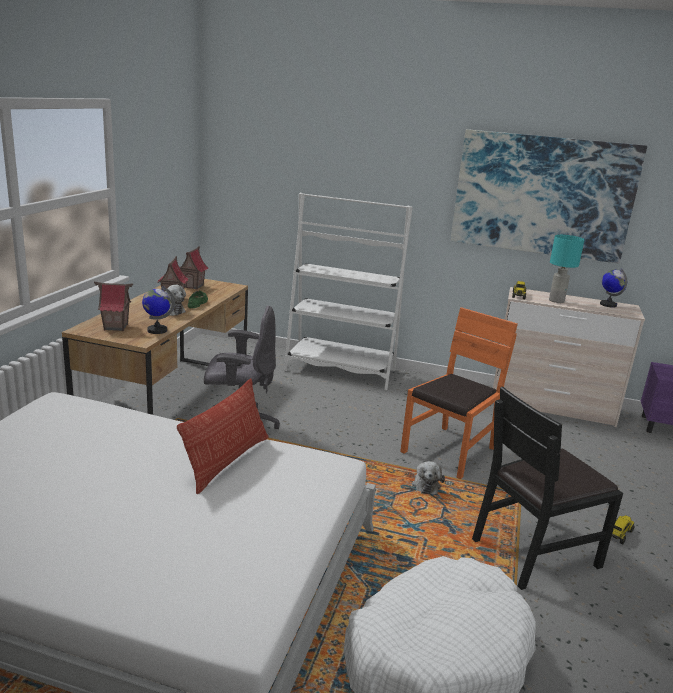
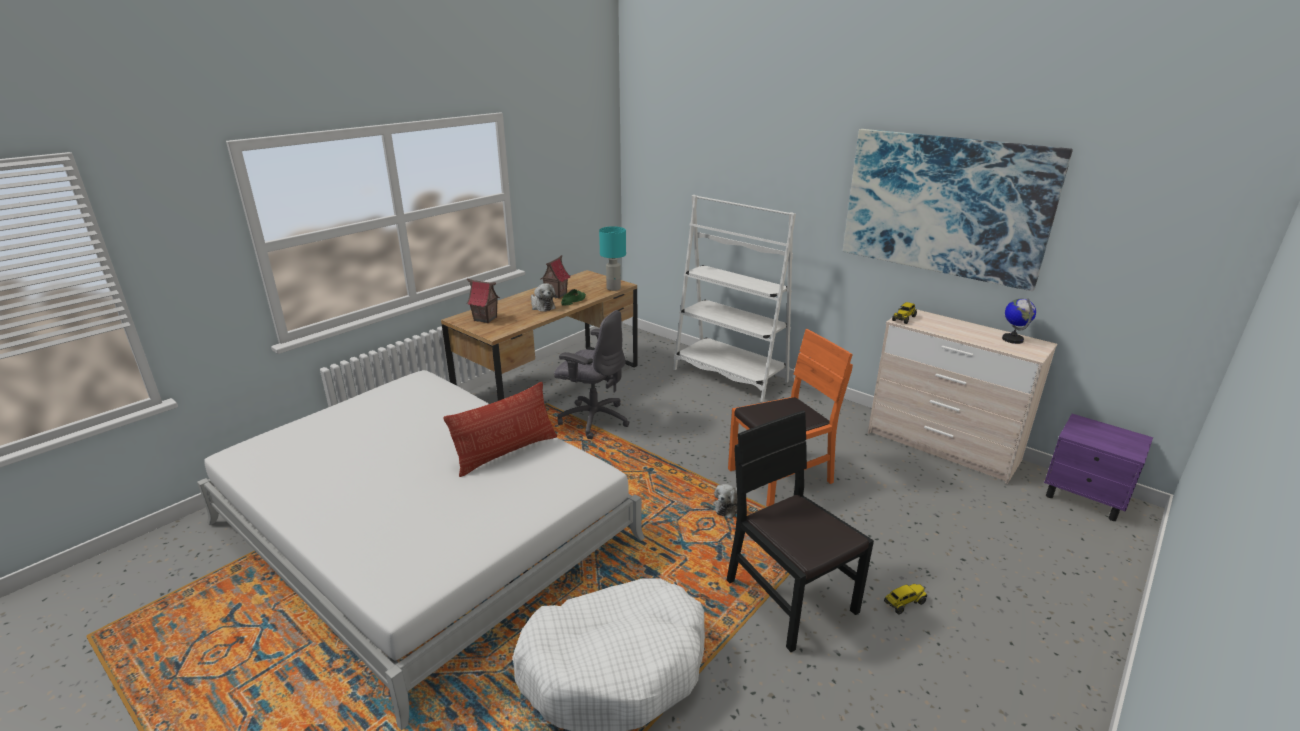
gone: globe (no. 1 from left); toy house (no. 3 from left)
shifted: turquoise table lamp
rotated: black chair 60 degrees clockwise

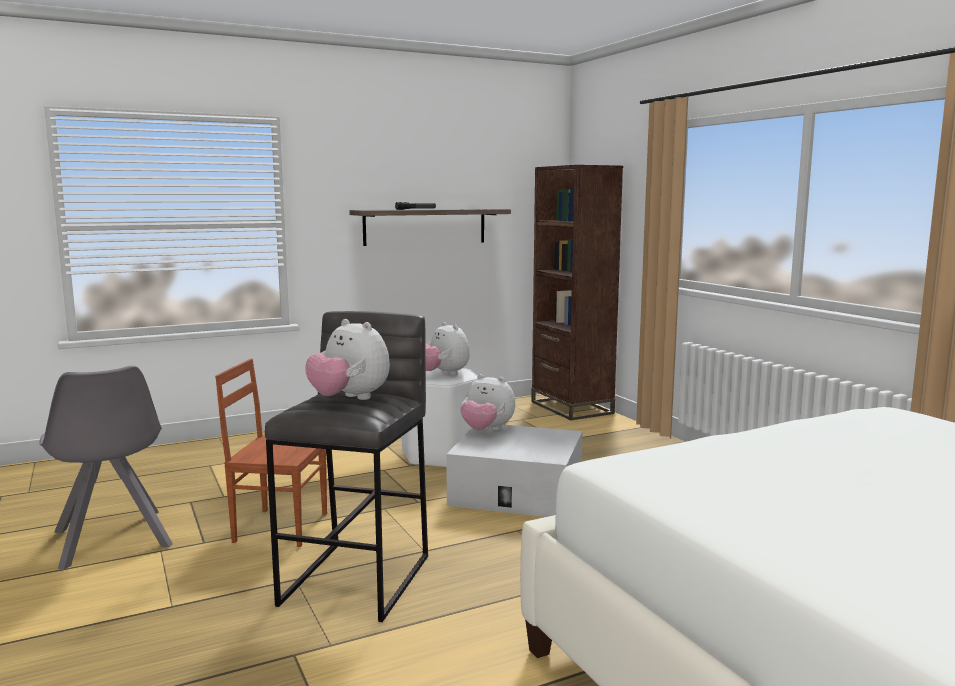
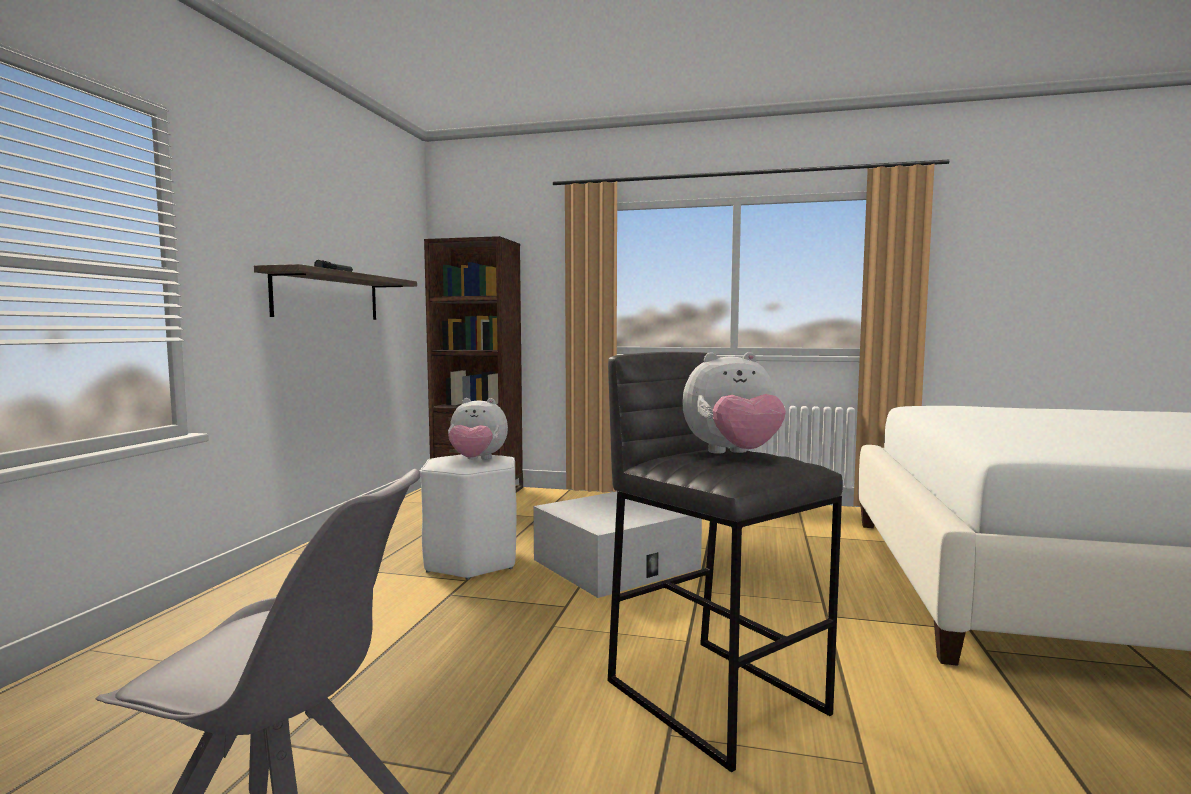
gone: brown chair; plush toy (no. 3 from left)

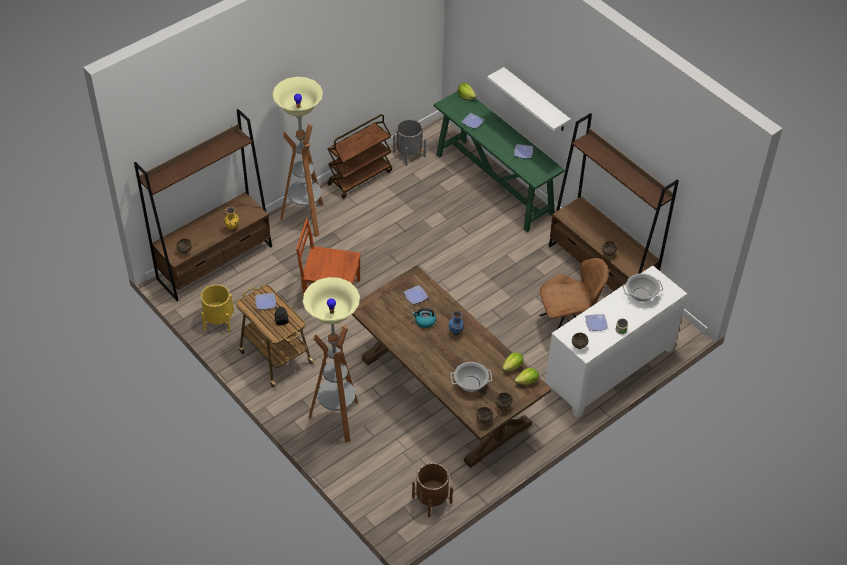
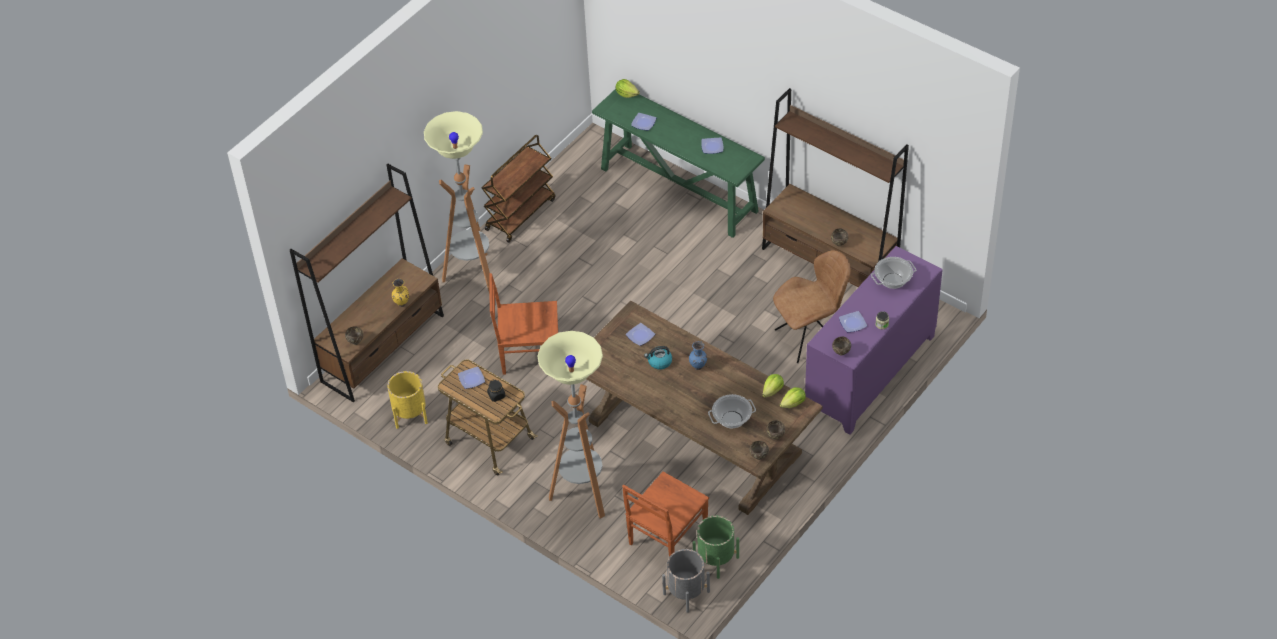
gone: white shelf
new: brown chair (no. 2 from left)
shifted: grey planter
repainted: brown planter to green planter; white cabinet to purple cabinet

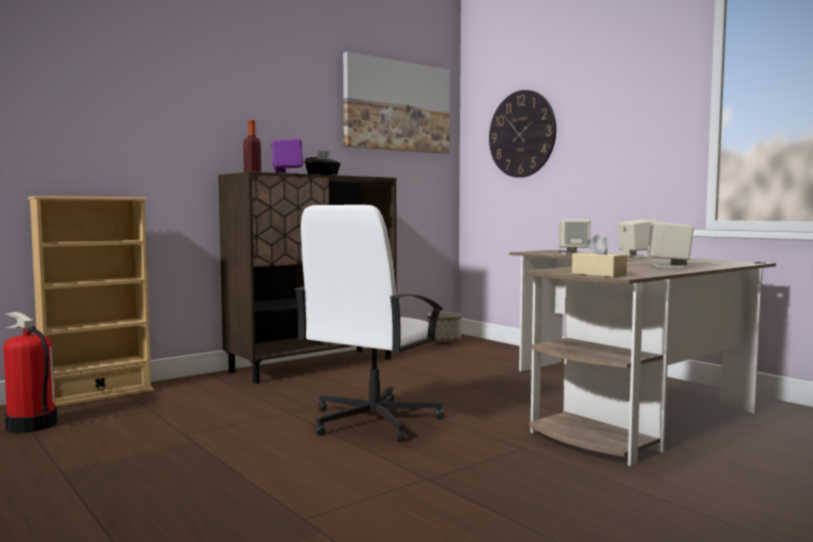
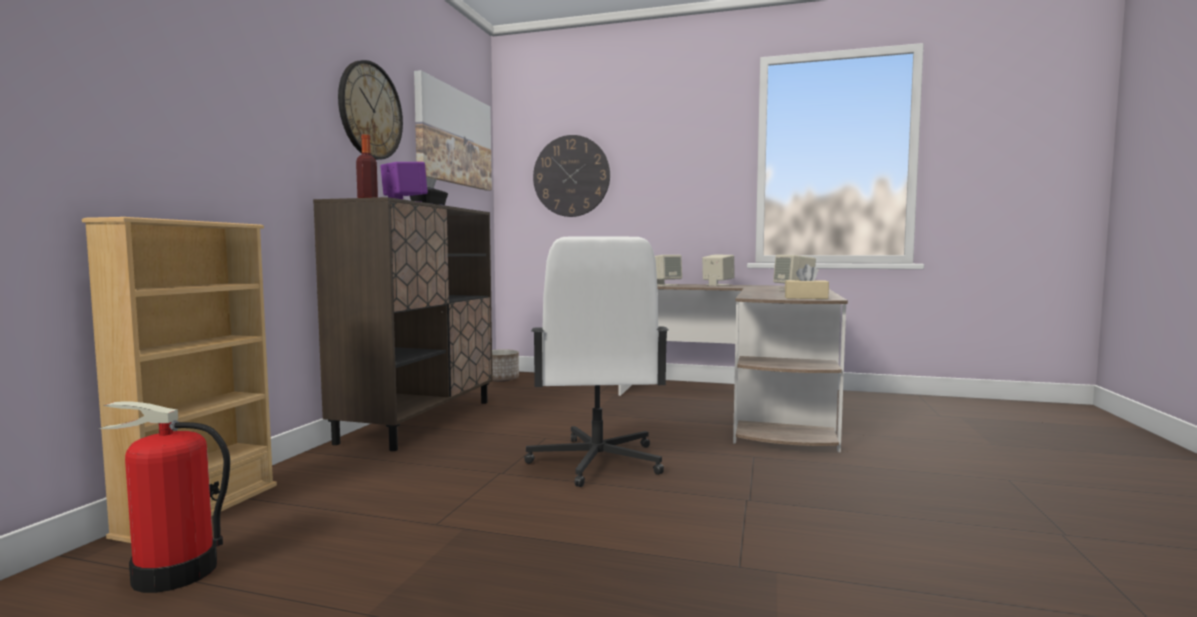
new: wall clock (no. 1 from left)

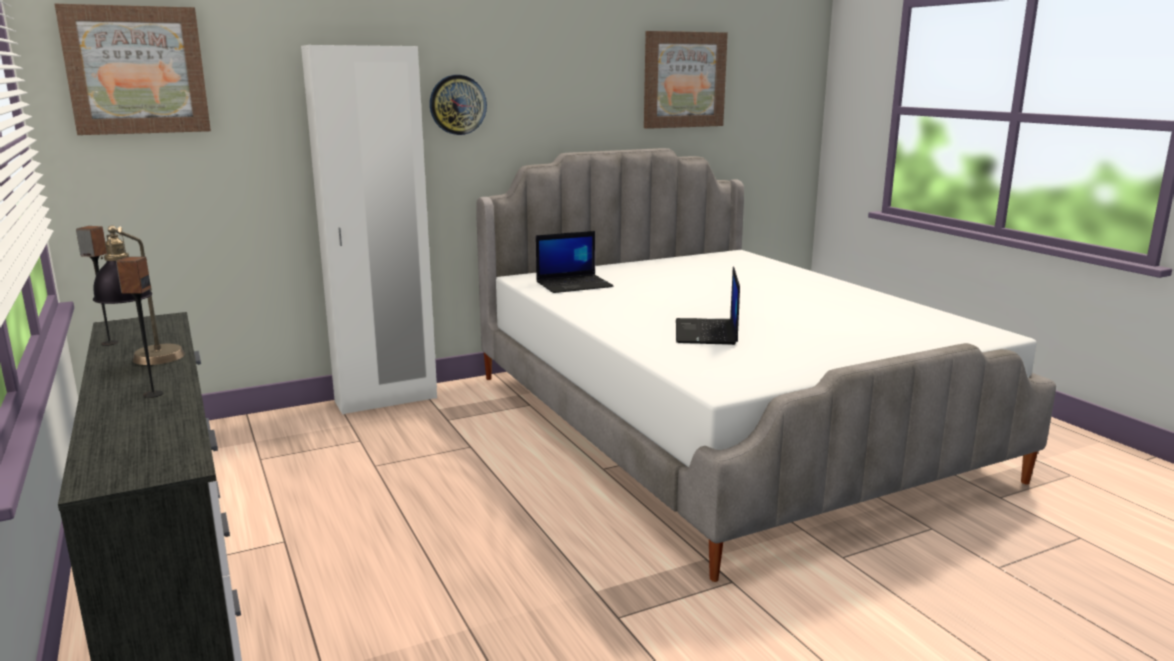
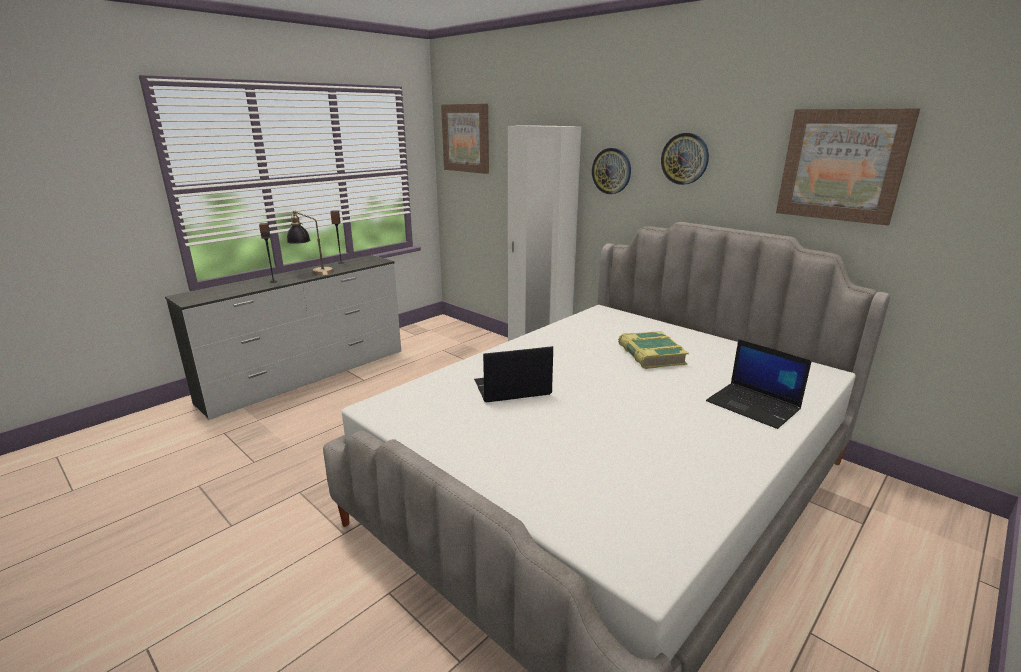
new: book; wall clock (no. 2 from left)
shifted: laptop (no. 1 from left in the first image) to laptop (no. 2 from left)

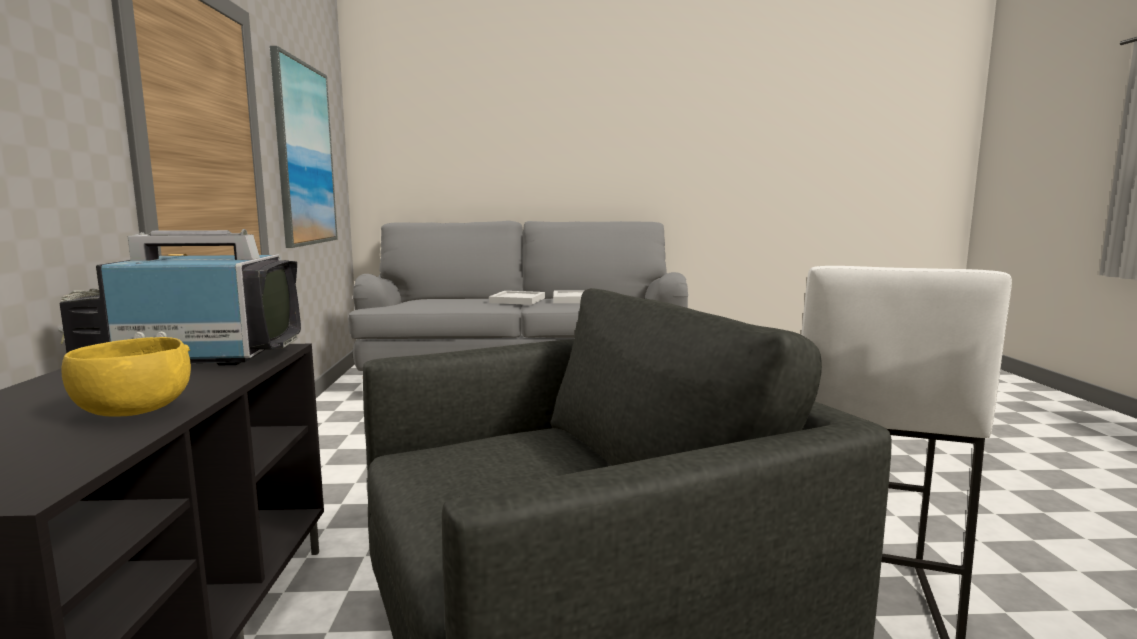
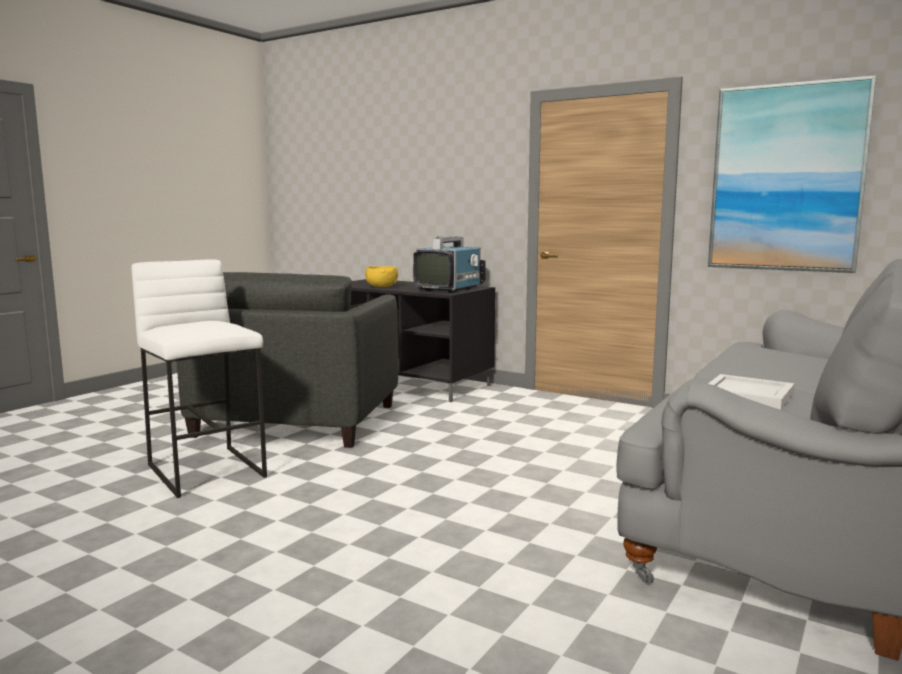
gone: white tray (no. 1 from left)

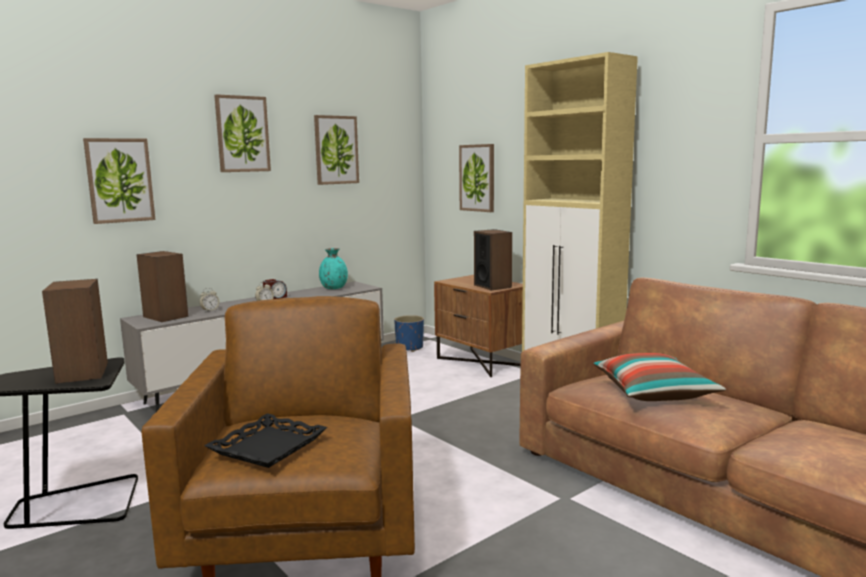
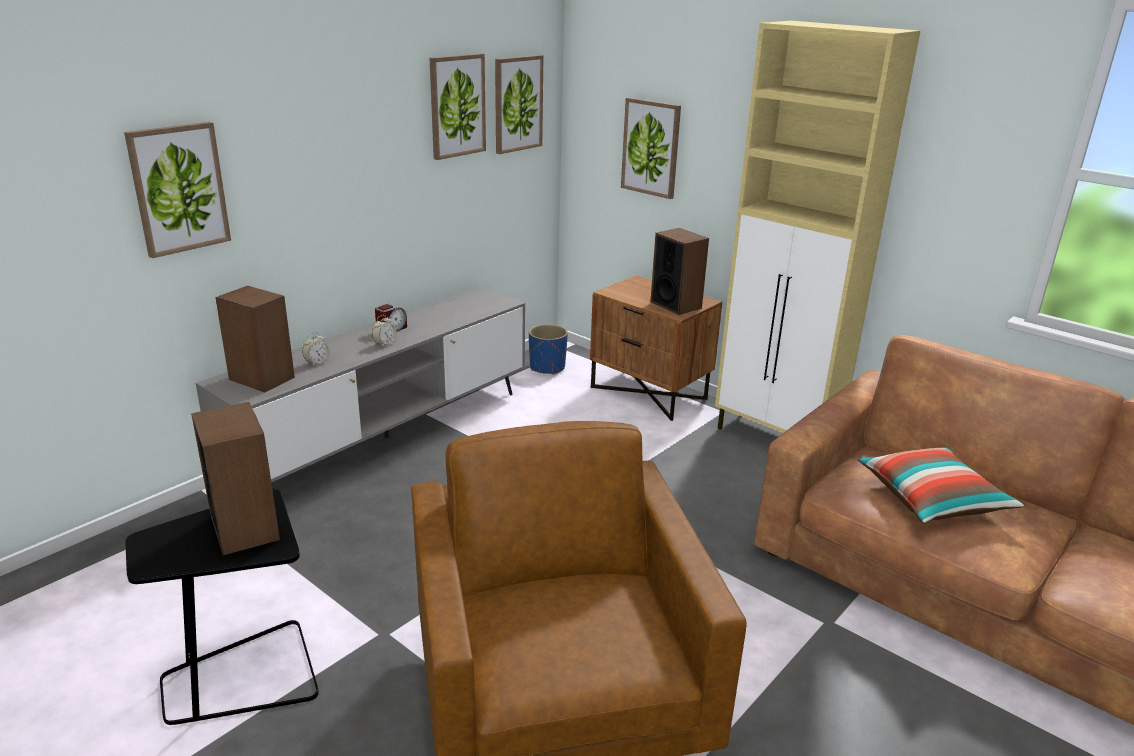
gone: black tray; turquoise vase
shifted: picture (no. 2 from left in the first image) to picture (no. 3 from left)

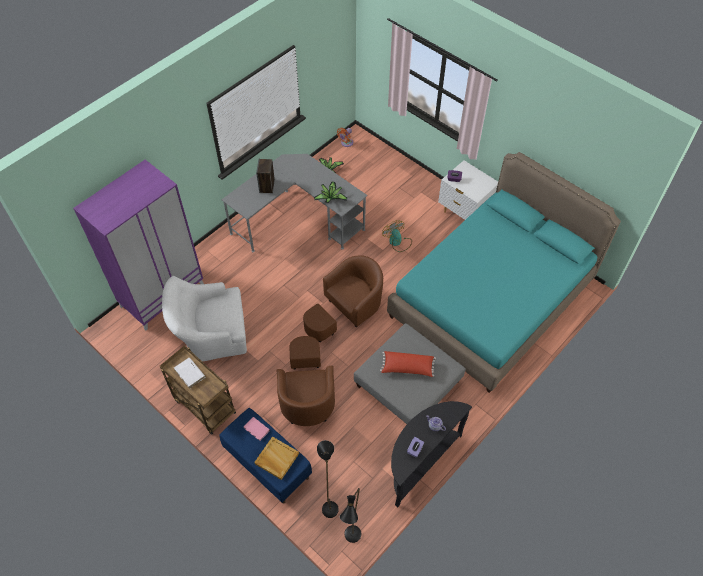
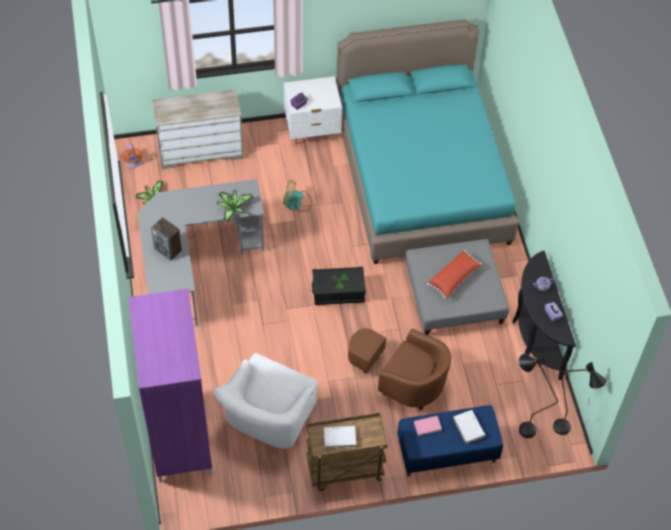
new: beige dresser
swapped: beige tray to white book (no. 2 from left); brown armchair (no. 2 from left) to black storage box

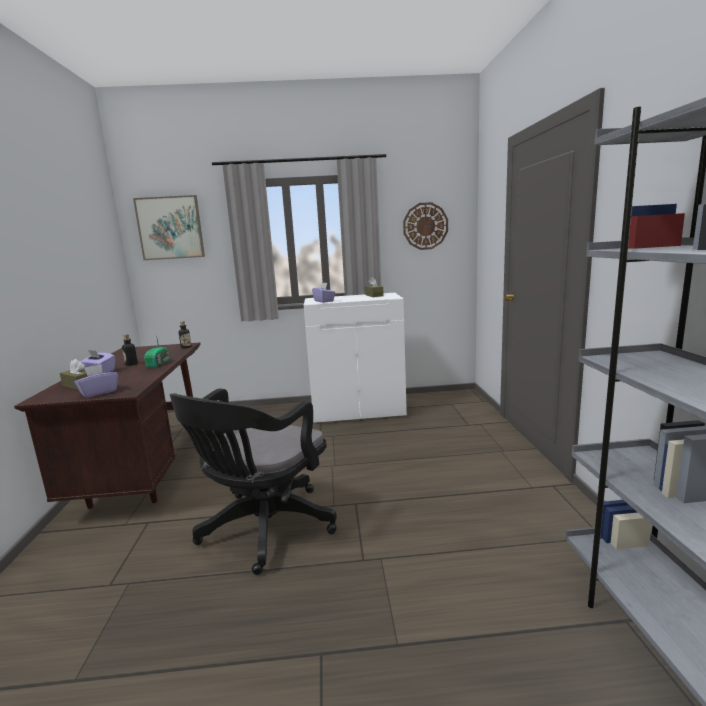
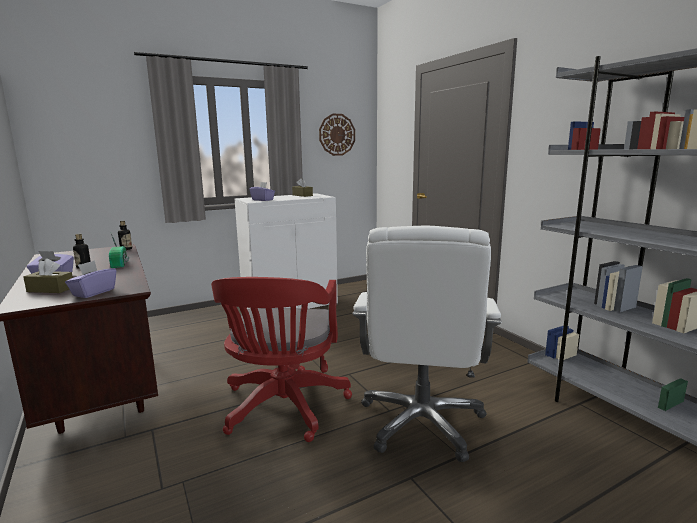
gone: picture
new: white office chair
repainted: black office chair to red office chair

